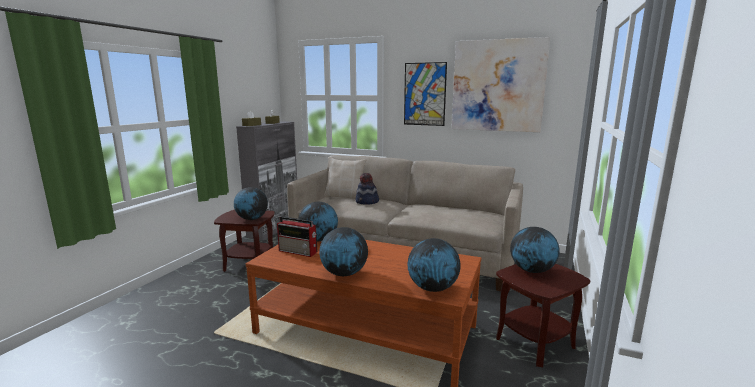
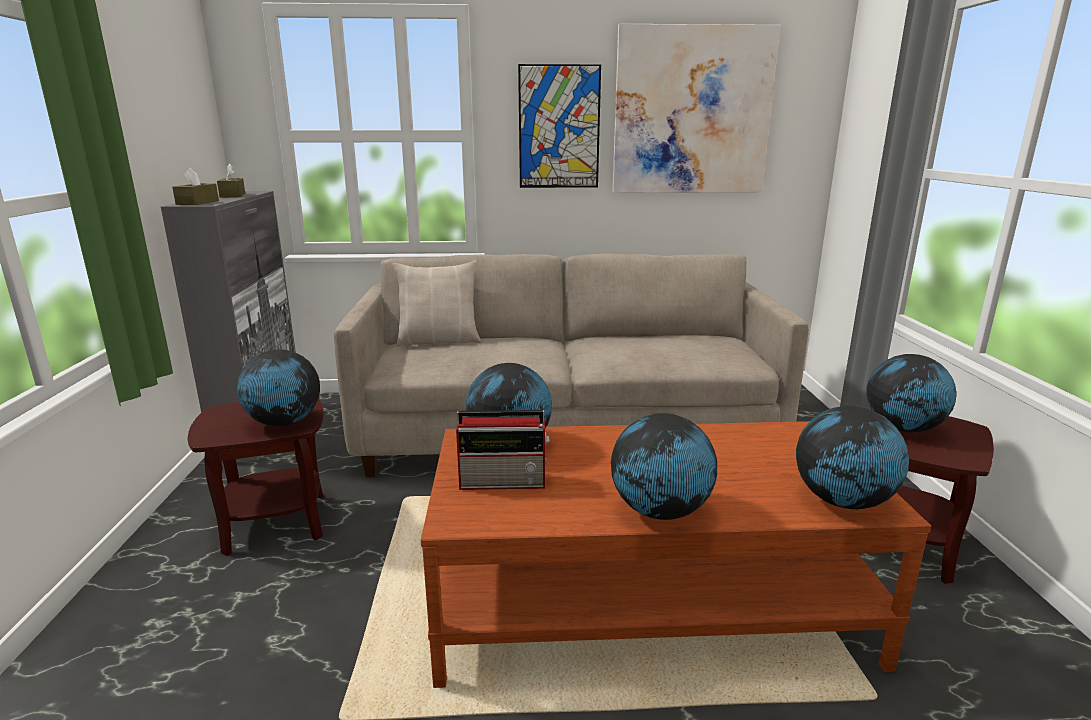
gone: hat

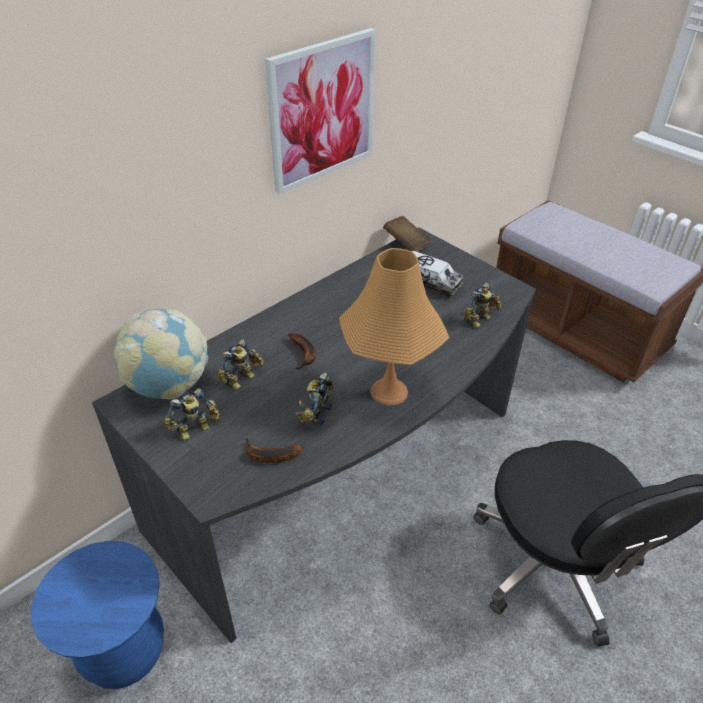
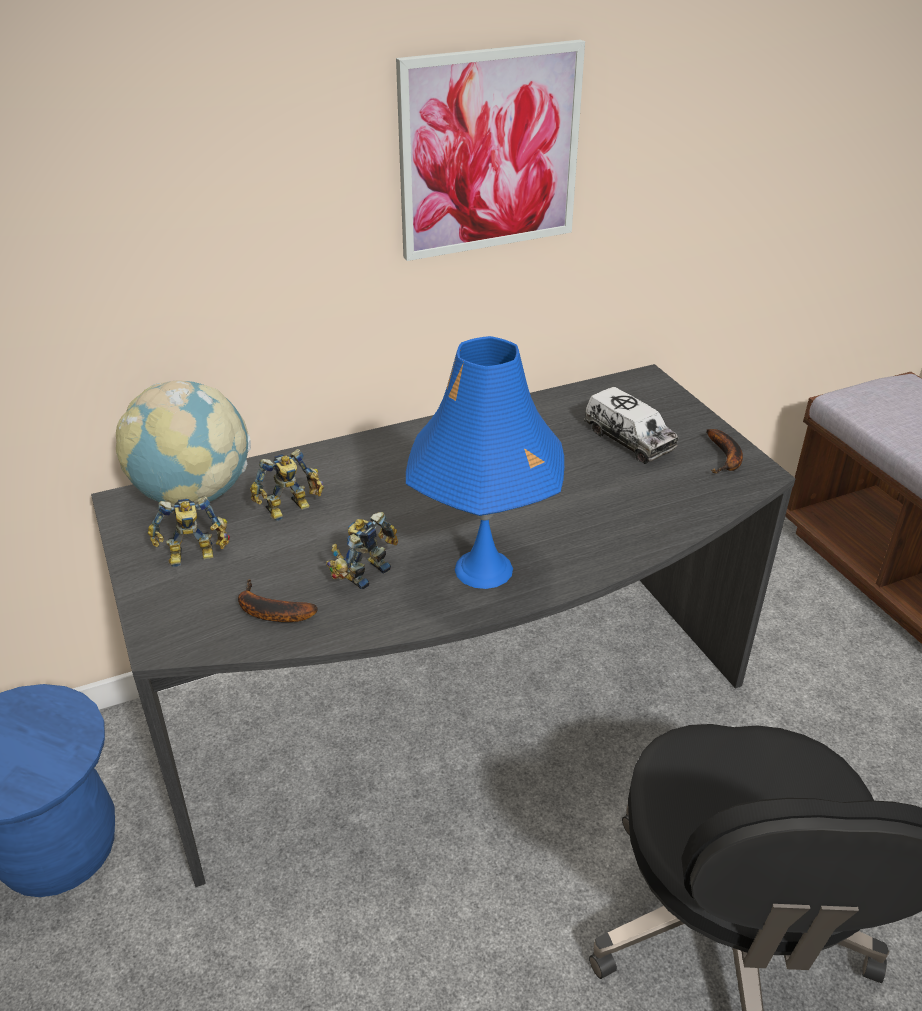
gone: brown book; toy robot (no. 4 from left)
shifted: banana (no. 2 from left)
repainted: orange table lamp to blue table lamp

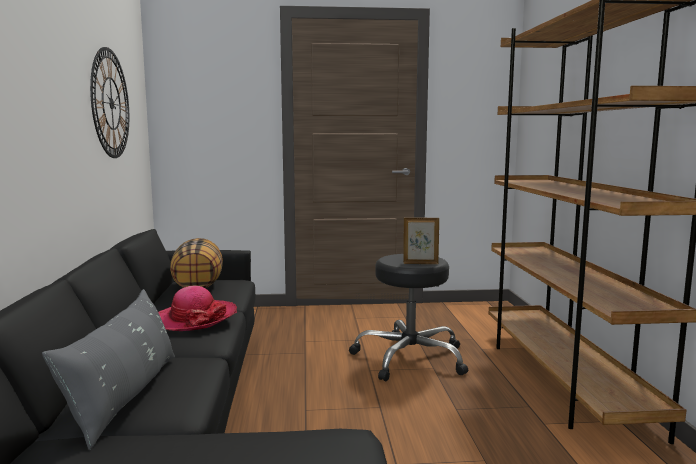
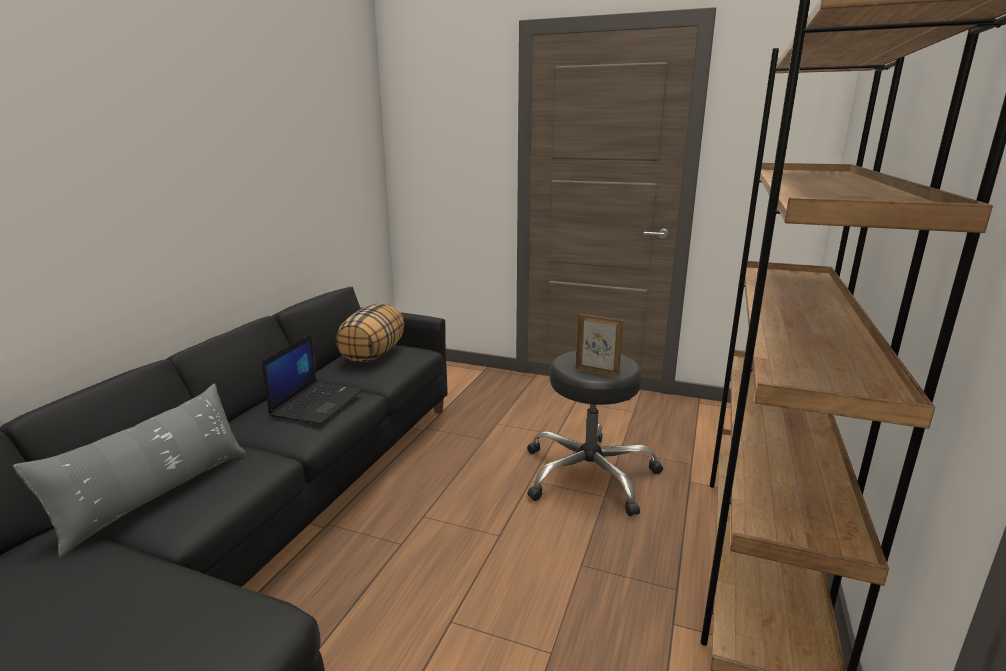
gone: wall clock
swapped: hat to laptop

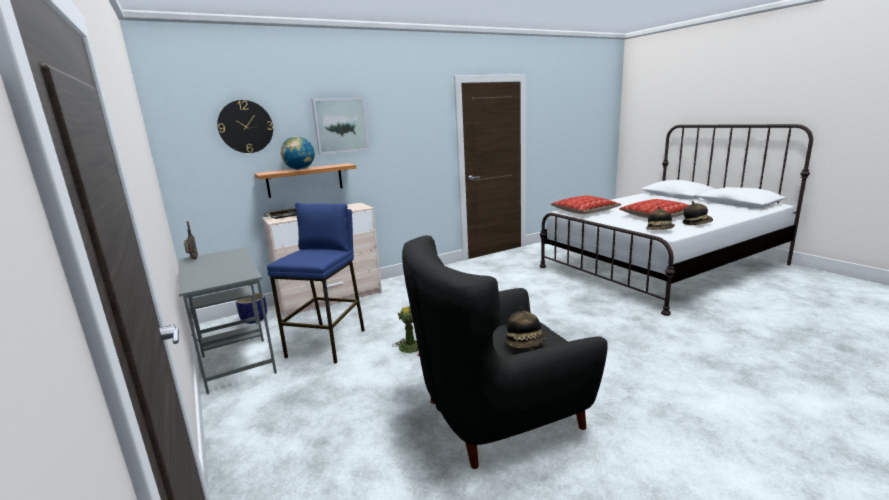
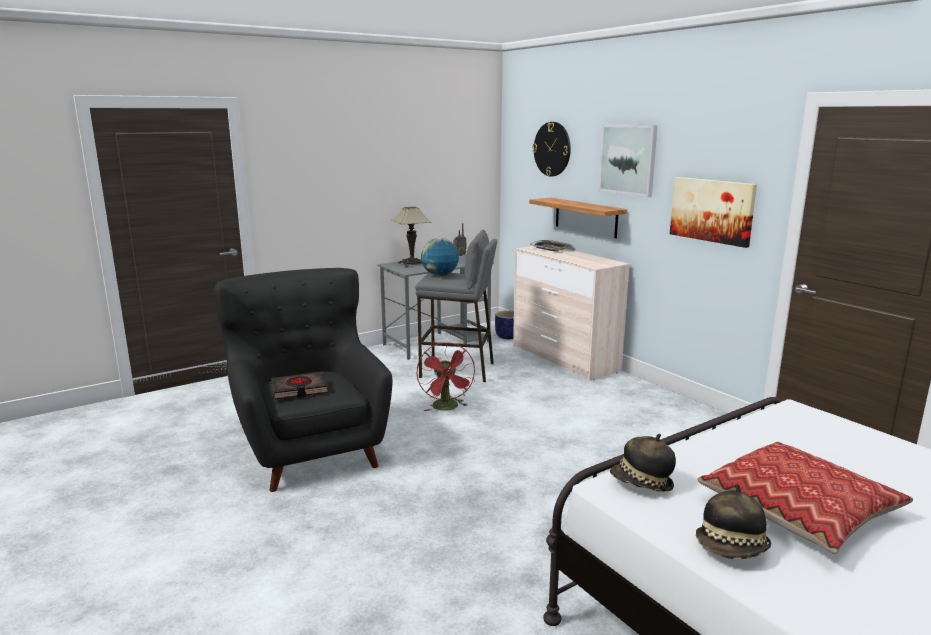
gone: pillow (no. 1 from left)
new: table lamp; picture (no. 2 from left)
shifted: globe
swapped: hat (no. 1 from left) to black book
repainted: blue stool to grey stool

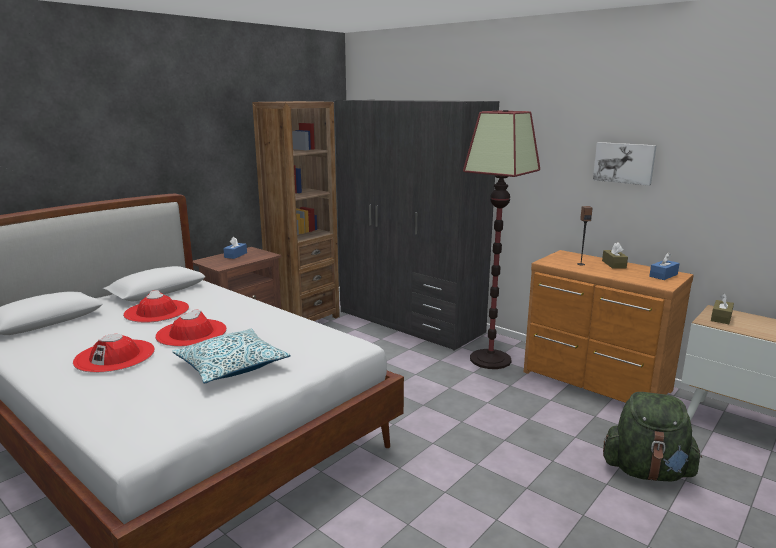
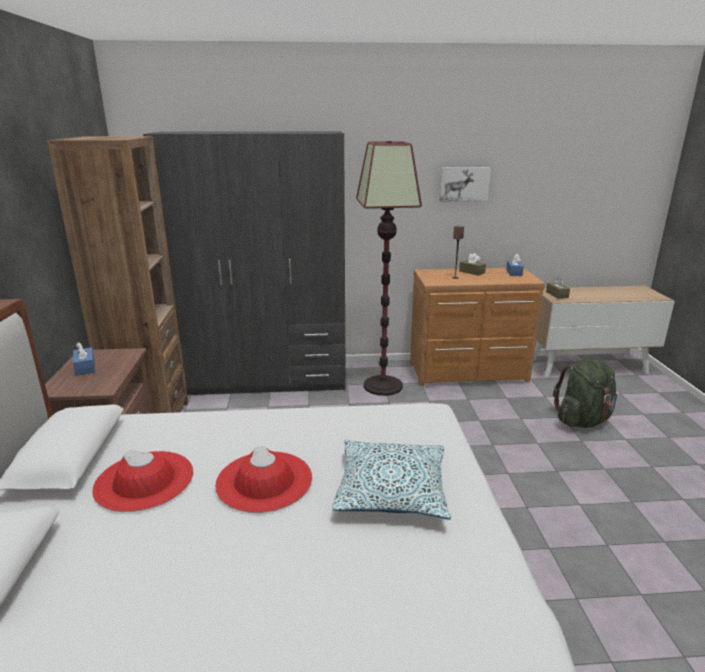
gone: red hat (no. 1 from left)

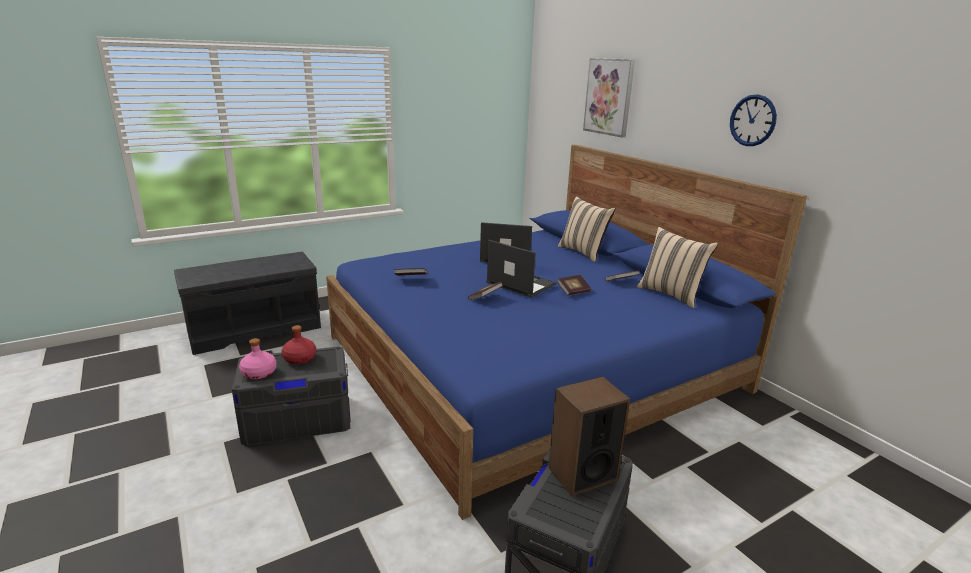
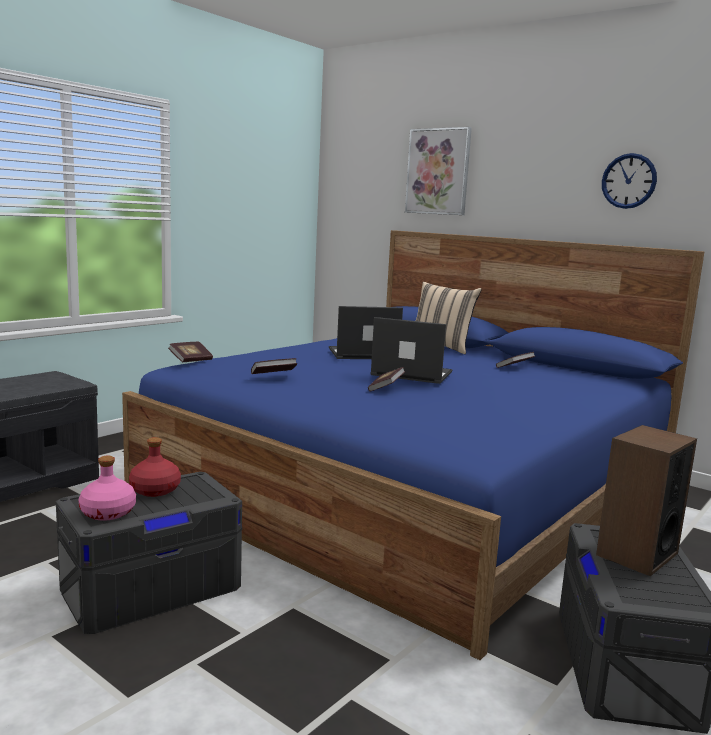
gone: beige pillow (no. 2 from left)
shifted: book (no. 3 from left in the first image) to book (no. 1 from left)

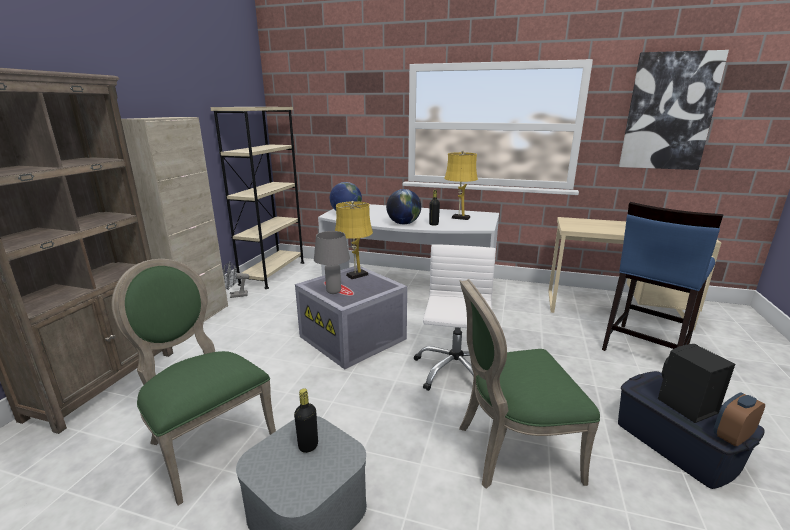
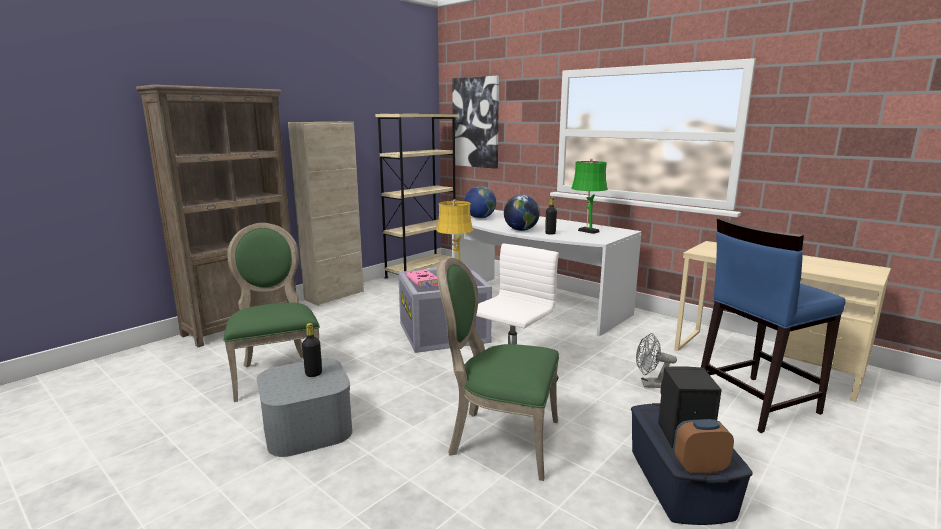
shifted: grey fan; picture
swapped: grey table lamp to pink book
repainted: yellow table lamp (no. 2 from left) to green table lamp

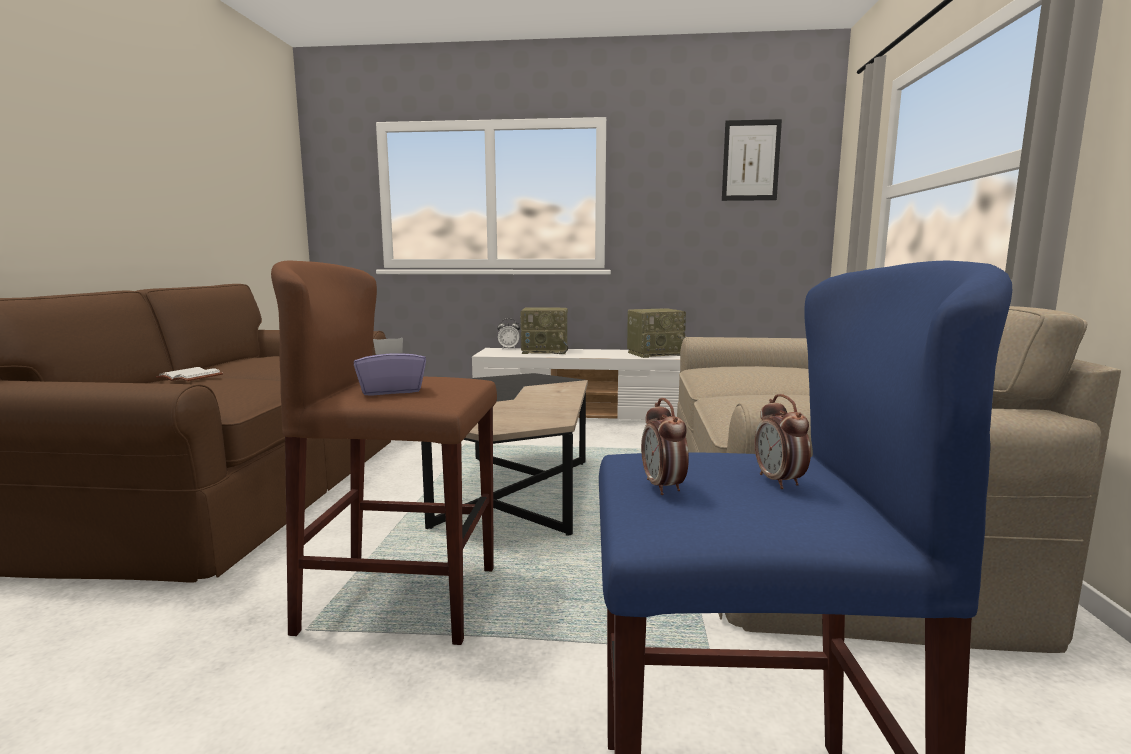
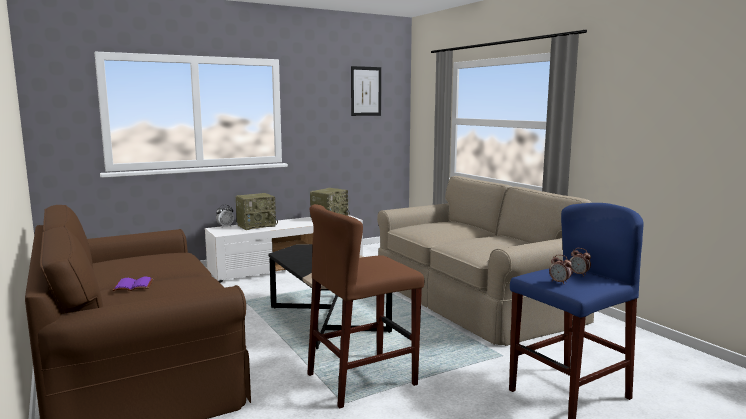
gone: purple tissue box
repainted: white book to purple book

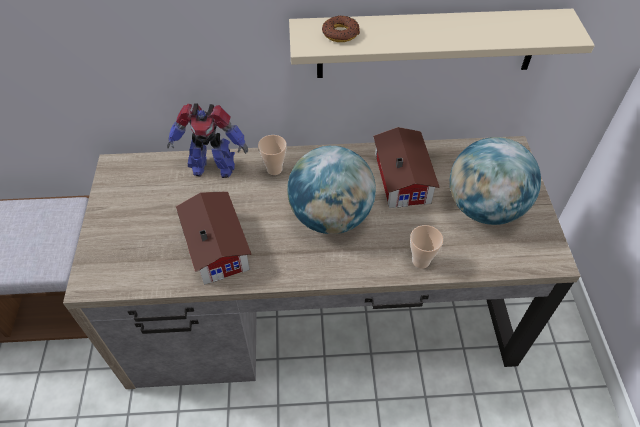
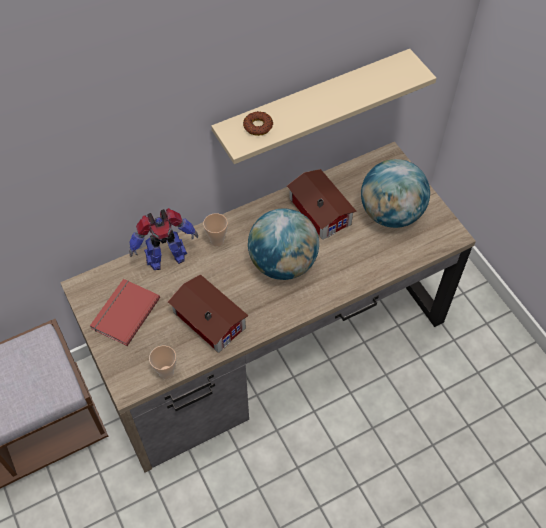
new: red book
shifted: cup (no. 2 from left in the first image) to cup (no. 1 from left)

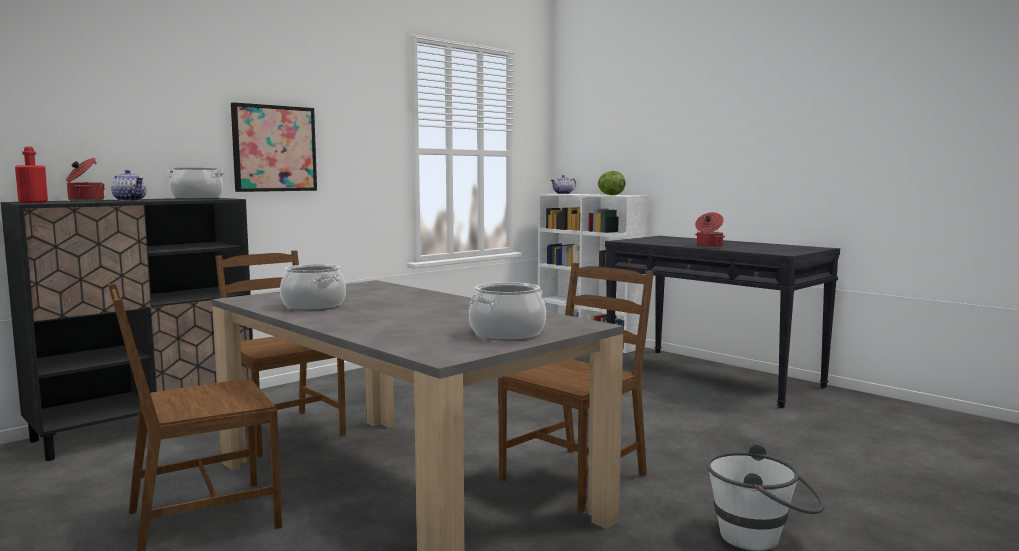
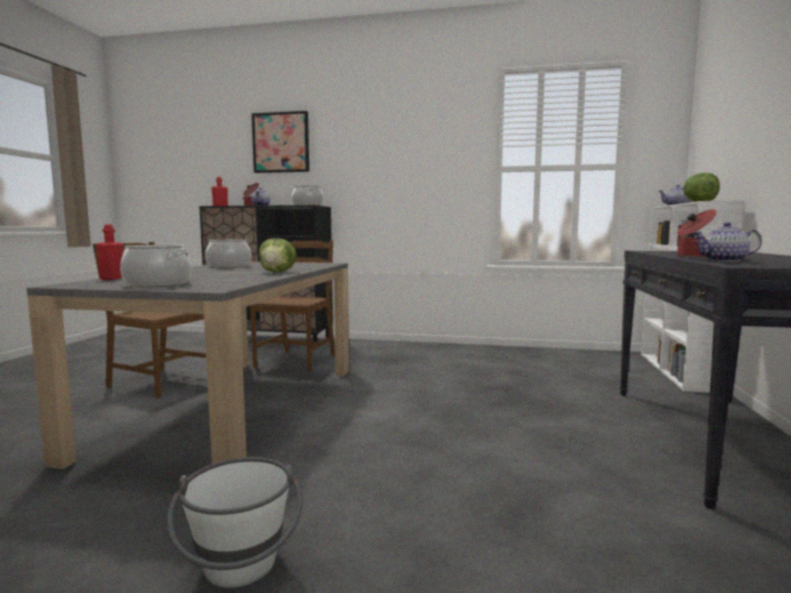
gone: brown chair (no. 3 from left)
new: red bottle (no. 1 from left); lettuce (no. 1 from left); teapot (no. 3 from left)
shifted: picture

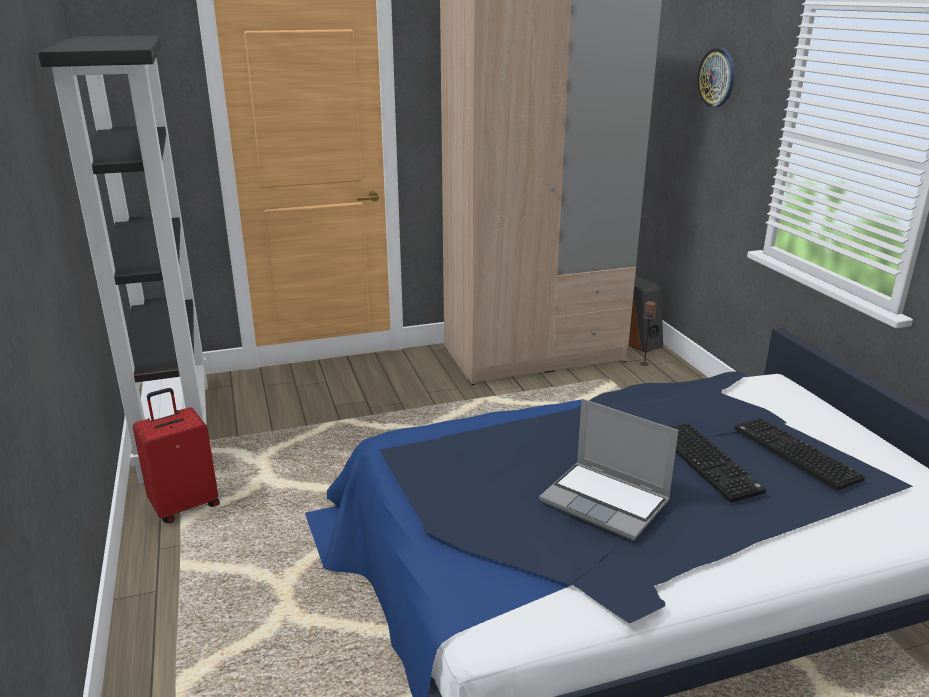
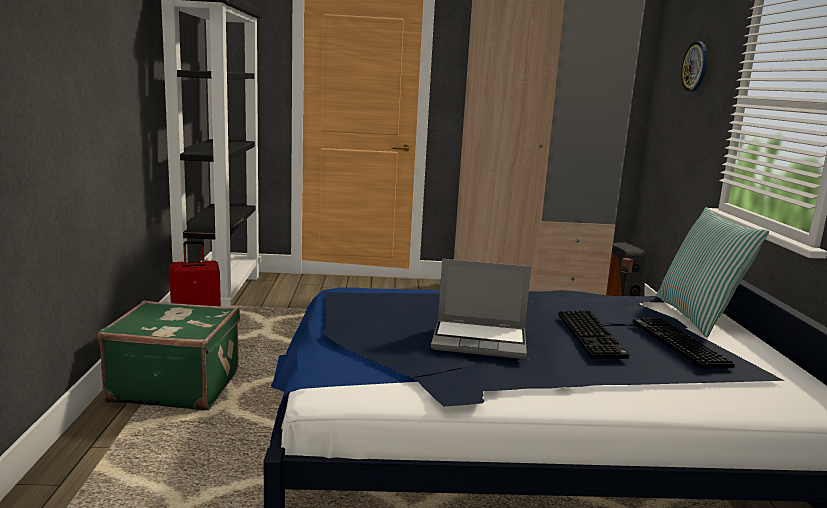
new: green suitcase; pillow
rotated: laptop 45 degrees counterclockwise

